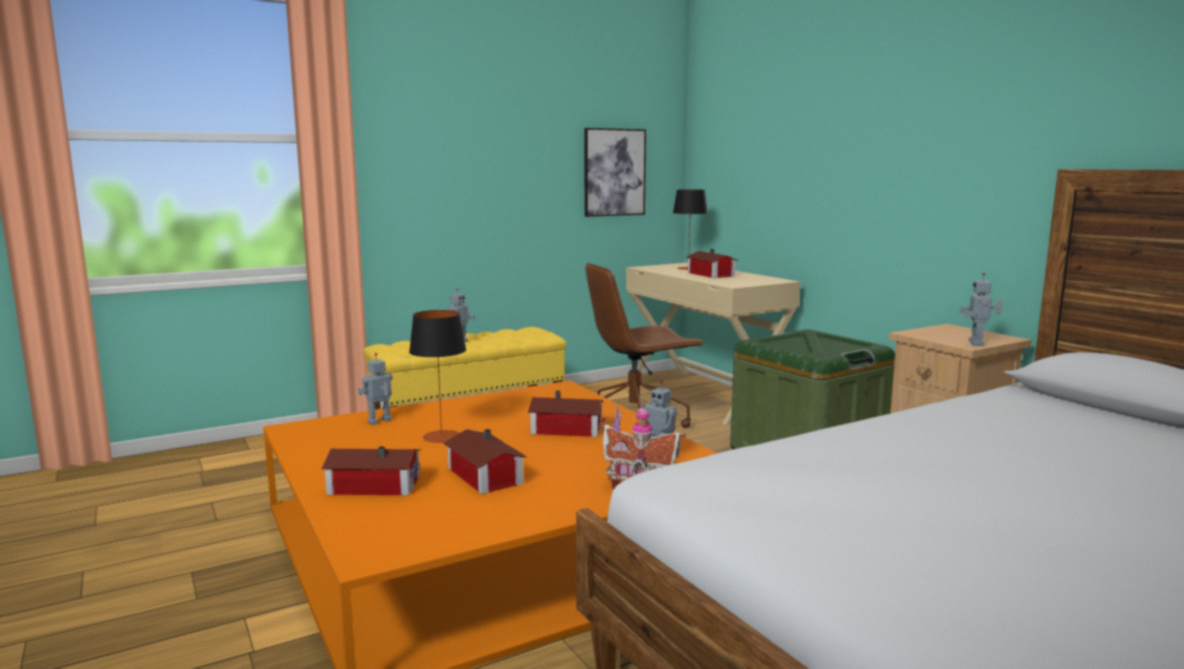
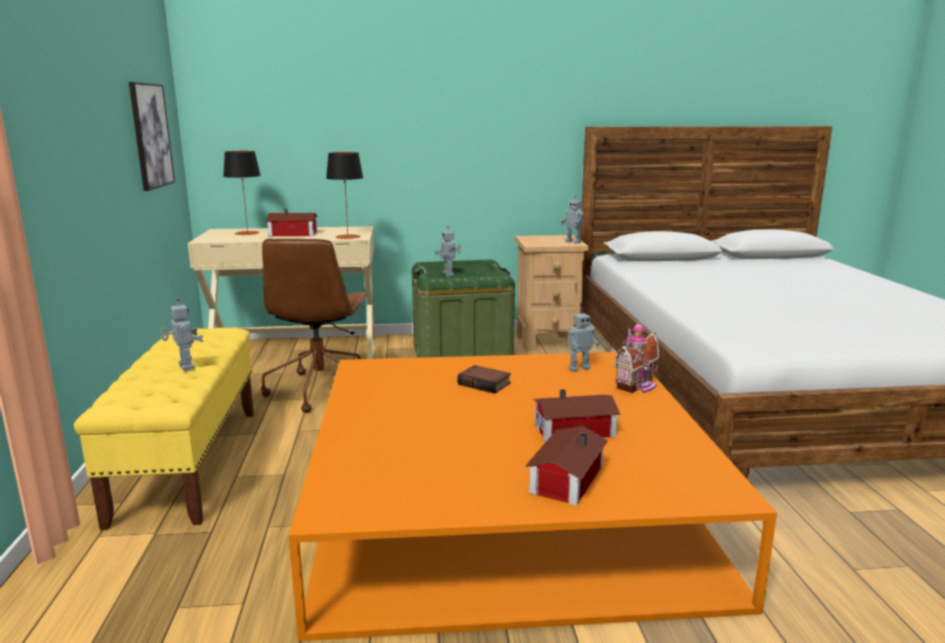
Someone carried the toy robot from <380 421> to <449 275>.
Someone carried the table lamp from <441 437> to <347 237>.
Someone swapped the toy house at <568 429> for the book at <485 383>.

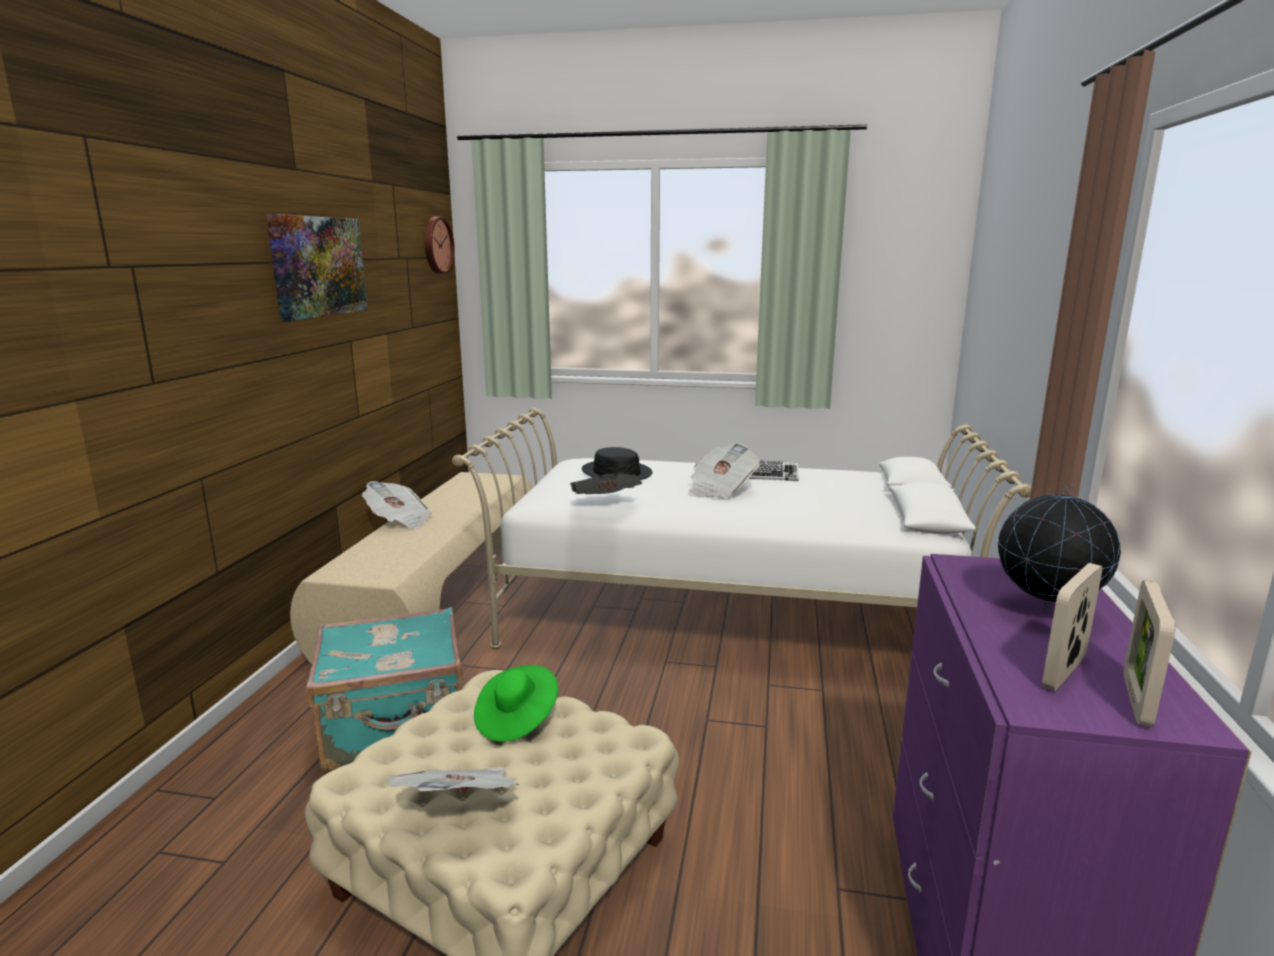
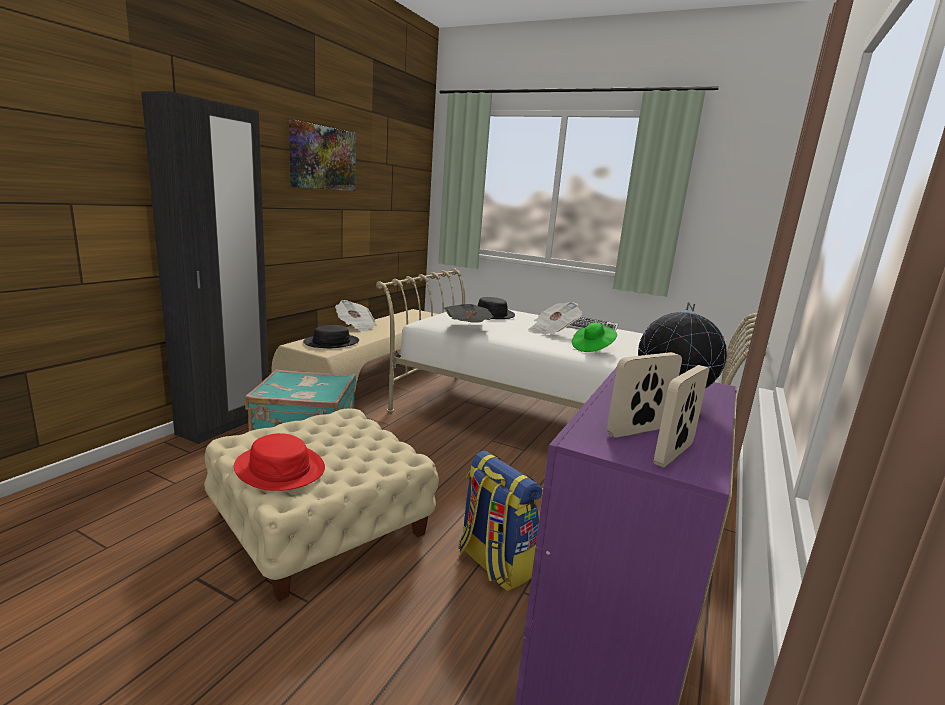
Someone swapped the newspaper at <461 807> for the hat in red at <280 468>.
Someone took away the wall clock at <436 245>.
Someone carried the hat in green from <516 719> to <592 348>.
Someone put down the wardrobe in black at <225 424>.
Someone put down the hat in black at <331 342>.
Someone put down the backpack at <494 563>.

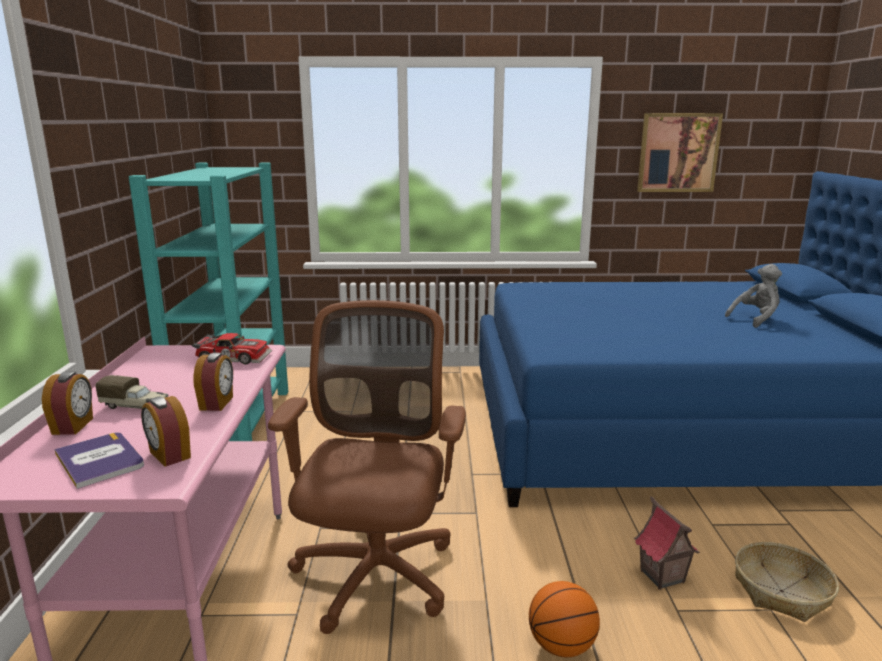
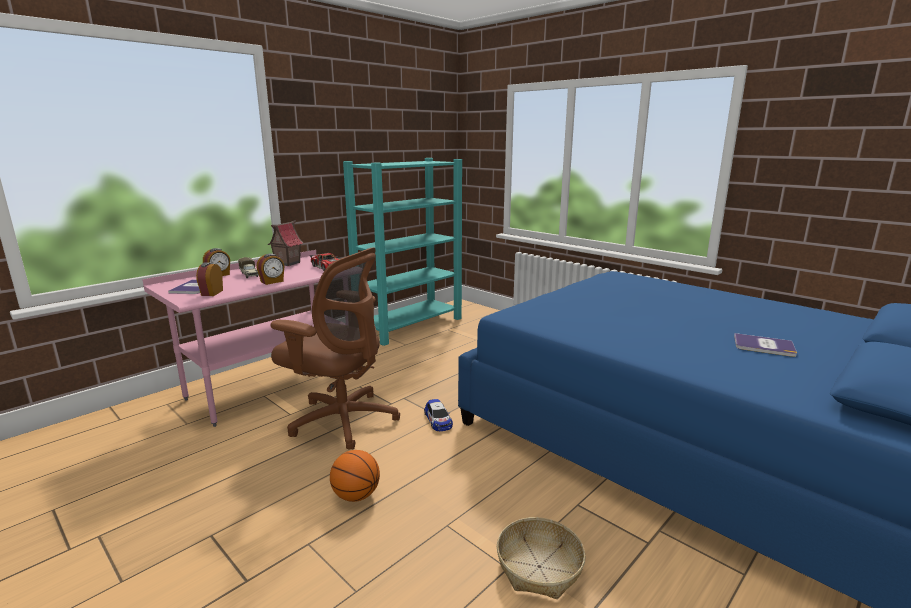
Someone rotated the office chair in brown at <375 583> by 60 degrees clockwise.
Someone carried the toy house from <661 576> to <287 263>.
Someone took away the picture at <678 152>.
Someone swapped the plush toy in grey at <755 319> for the book at <764 346>.
Someone put down the toy car at <438 420>.

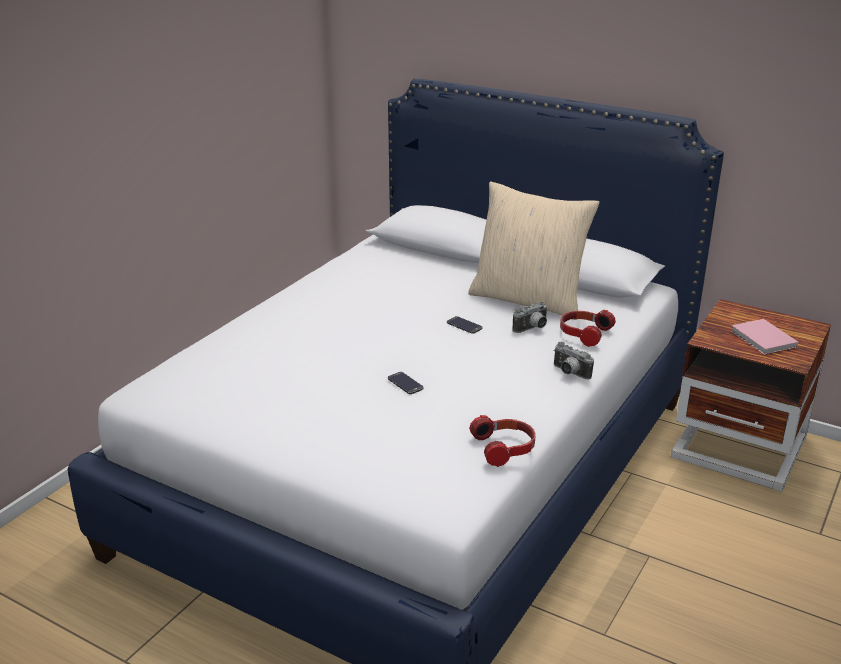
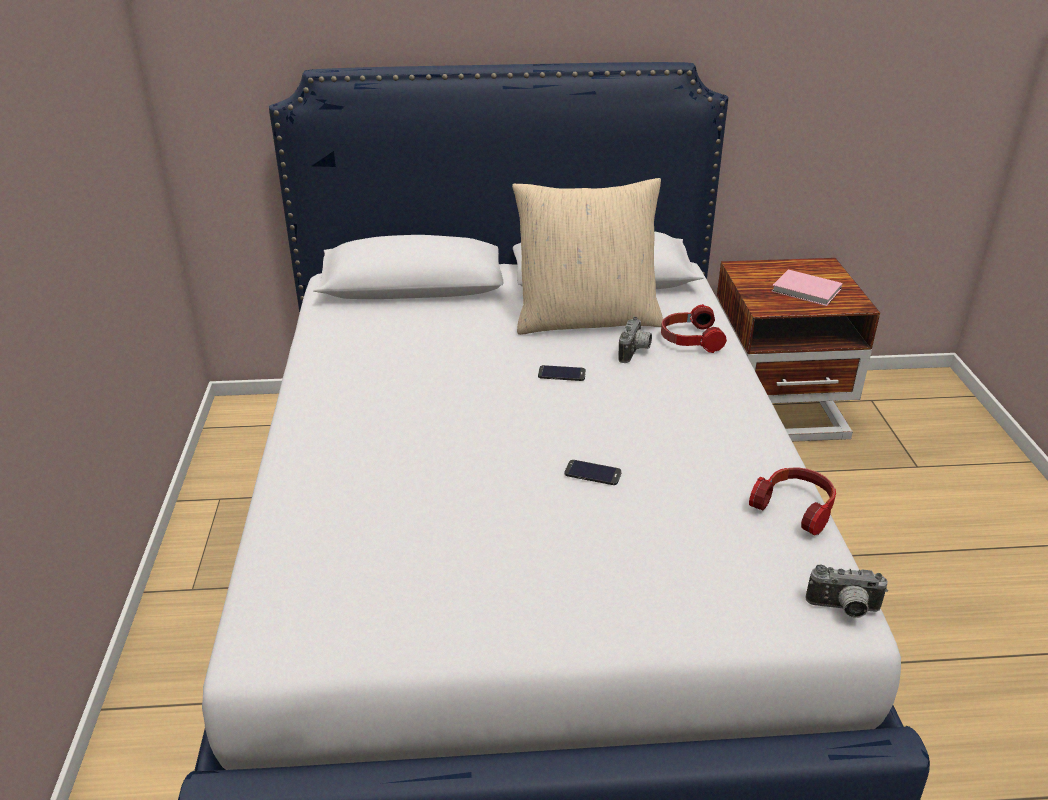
Someone carried the photo camera from <569 373> to <844 609>.

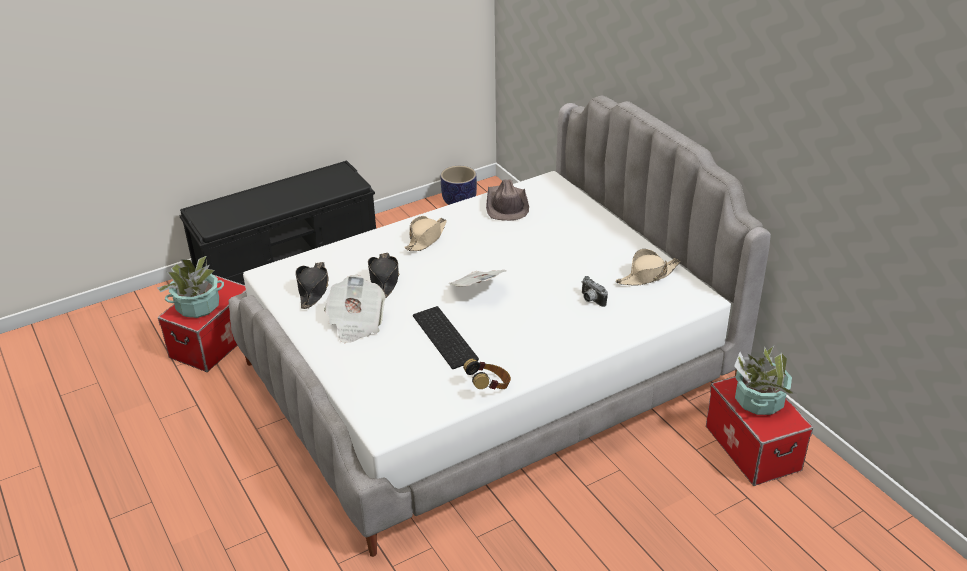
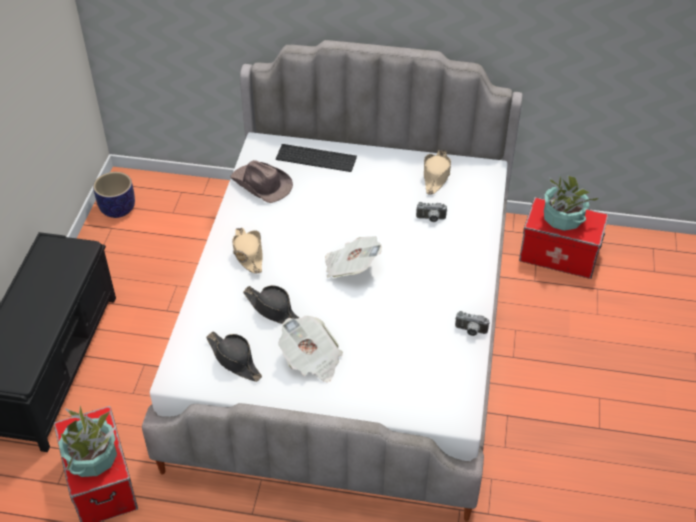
Someone carried the keyboard from <447 337> to <317 157>.
Someone swapped the headphones at <489 387> for the photo camera at <470 331>.

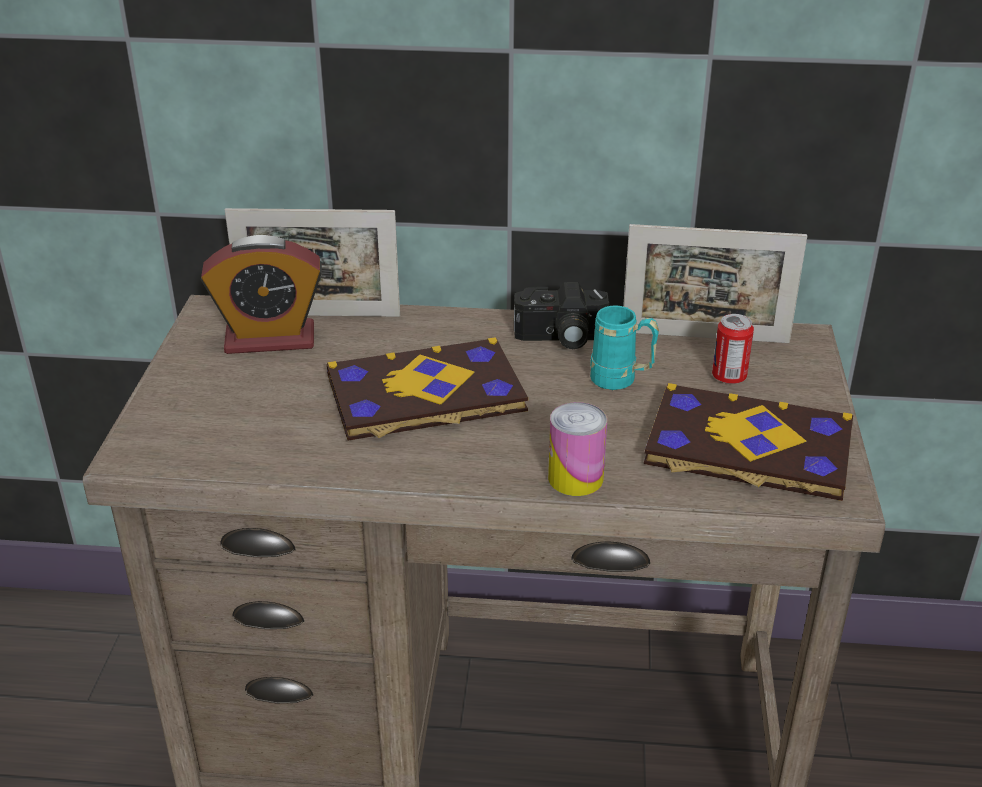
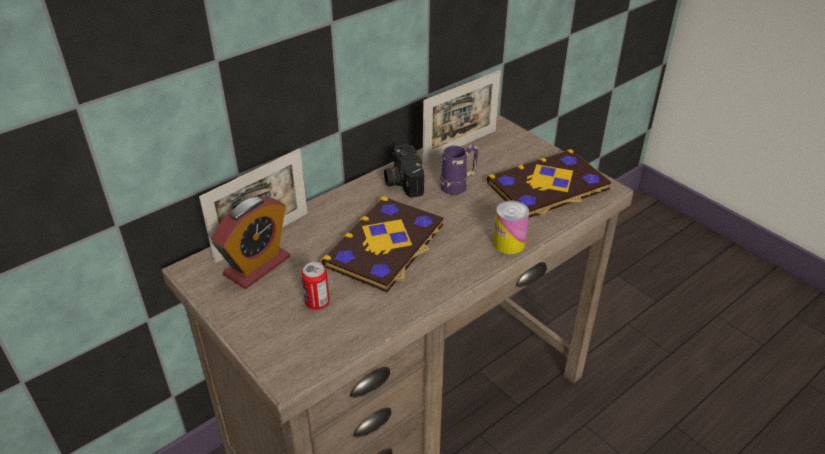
Someone rotated the photo camera at <560 338> by 120 degrees clockwise.
Someone repainted the mug in turquoise at <621 381>, which became the mug in purple at <458 186>.
Someone carried the can from <729 377> to <317 303>.

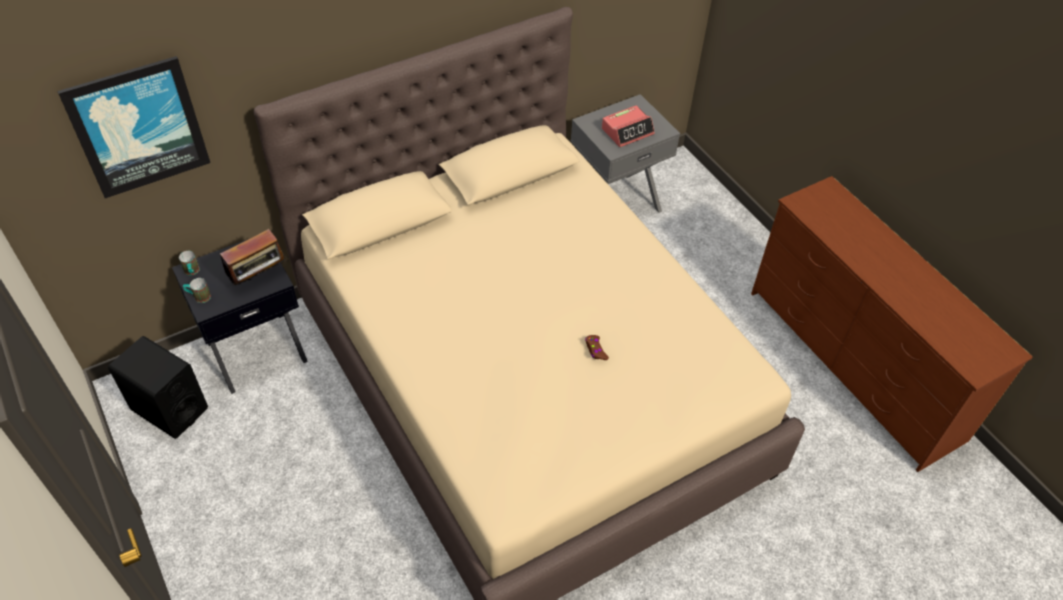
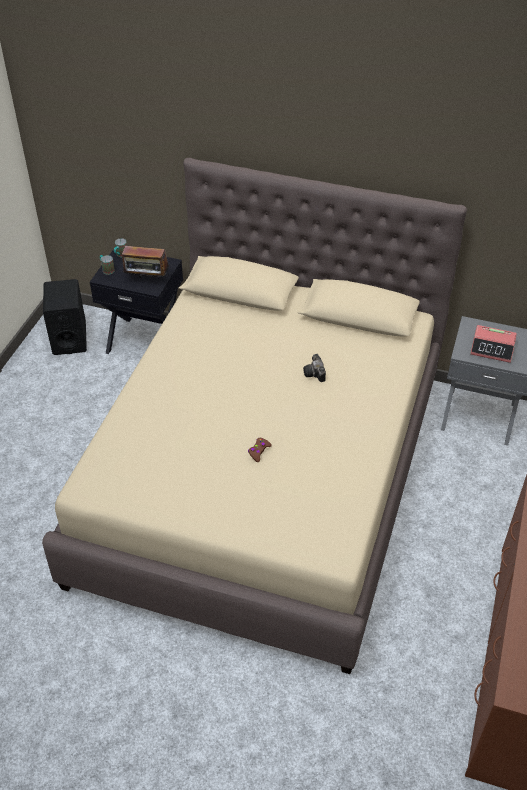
Someone took away the picture at <138 127>.
Someone put down the photo camera at <315 374>.

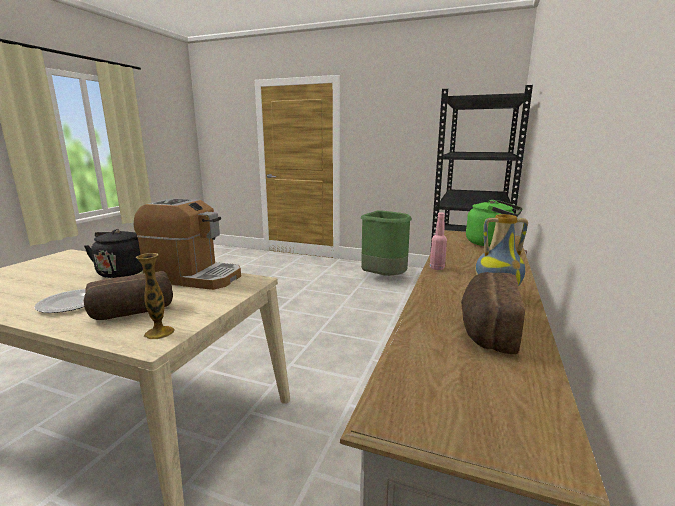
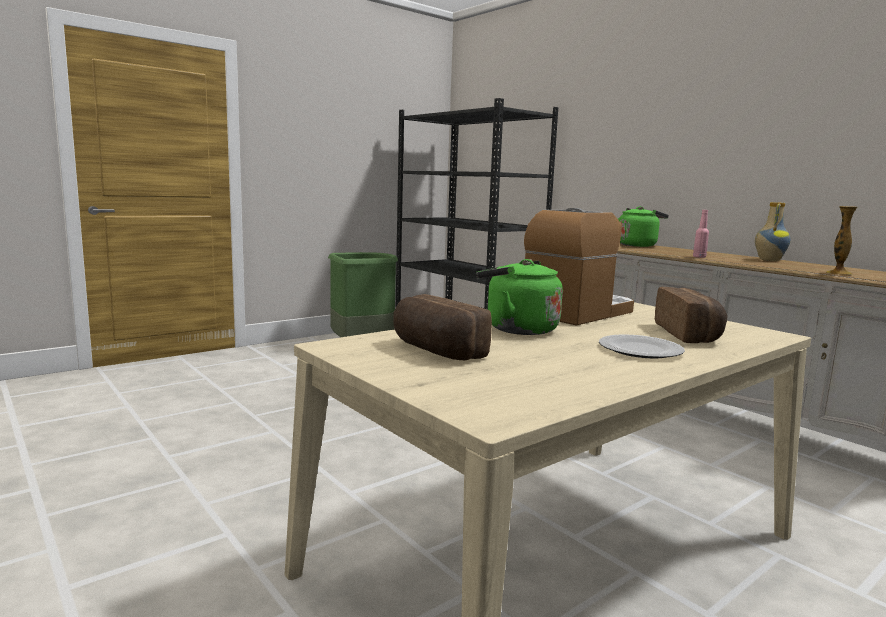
Someone repainted the kettle in black at <124 272>, which became the kettle in green at <516 329>.
Someone carried the vase from <159 333> to <838 273>.
Someone carried the bread from <486 328> to <435 351>.

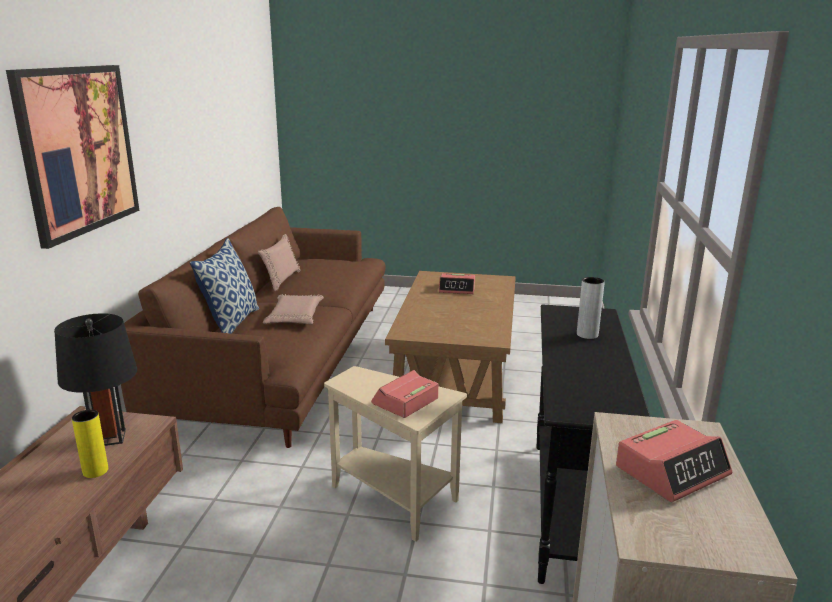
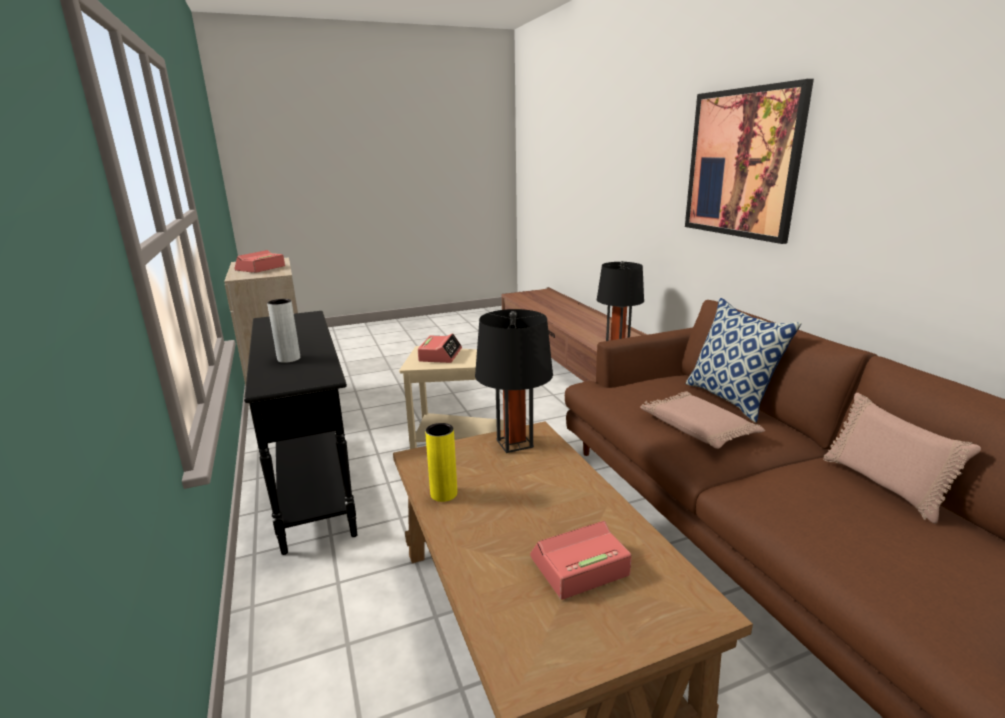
Someone carried the vase in yellow from <95 471> to <444 494>.
Someone put down the table lamp in black at <514 443>.

